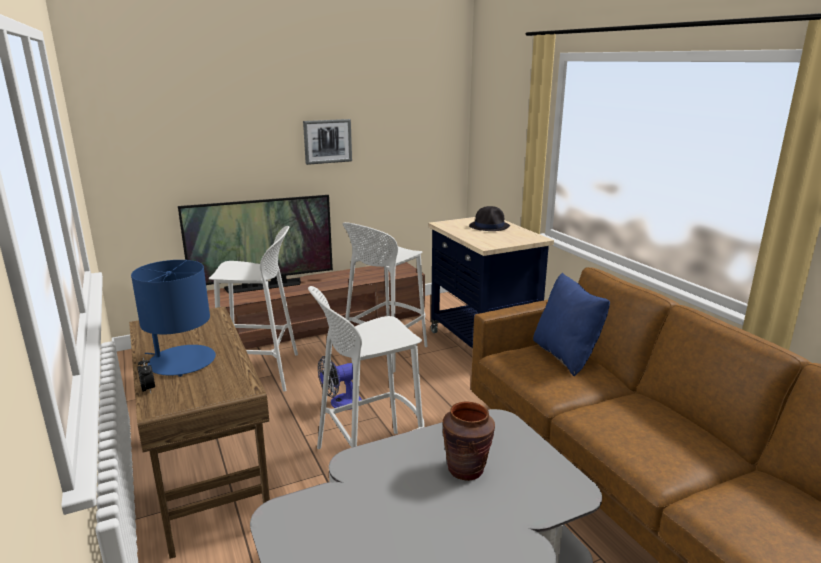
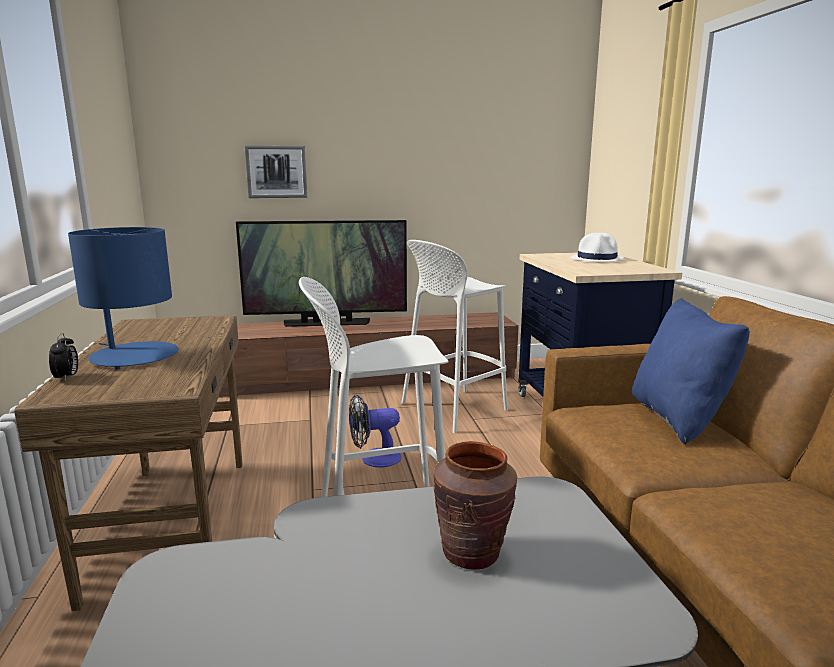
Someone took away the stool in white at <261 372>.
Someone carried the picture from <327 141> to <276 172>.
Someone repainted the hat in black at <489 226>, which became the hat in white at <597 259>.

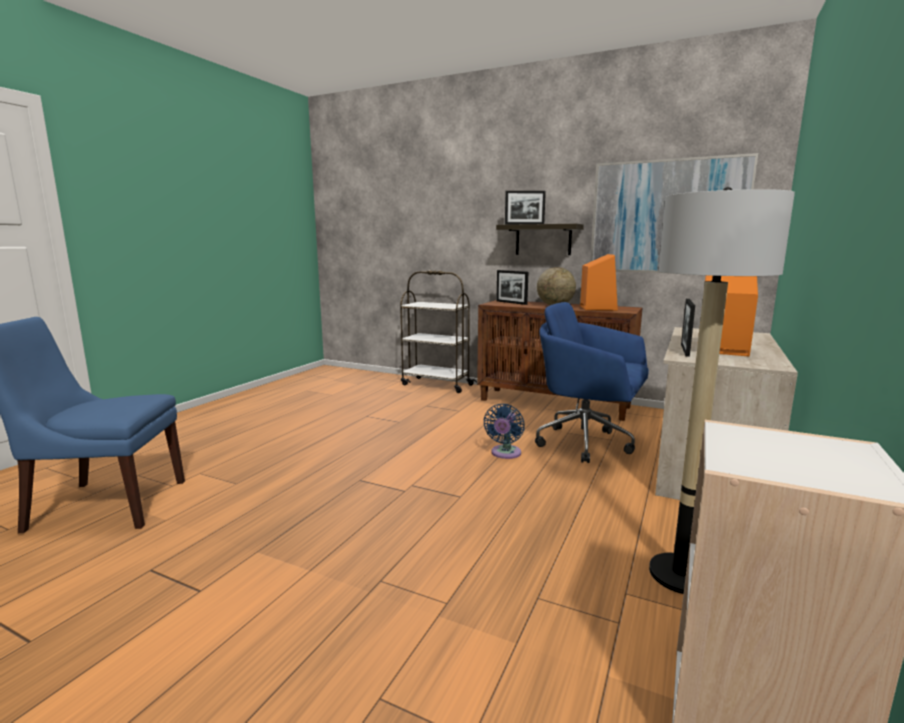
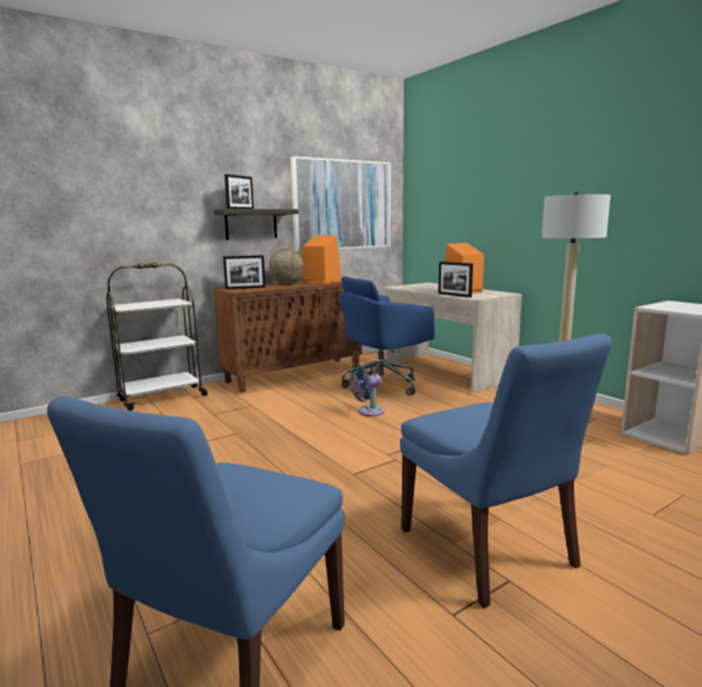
Someone rotated the fan in blue at <505 454> by 105 degrees clockwise.
Someone put down the chair in blue at <489 551>.

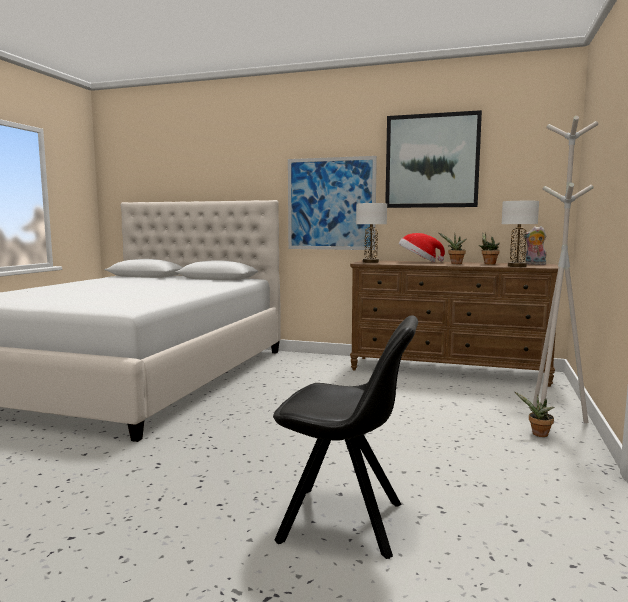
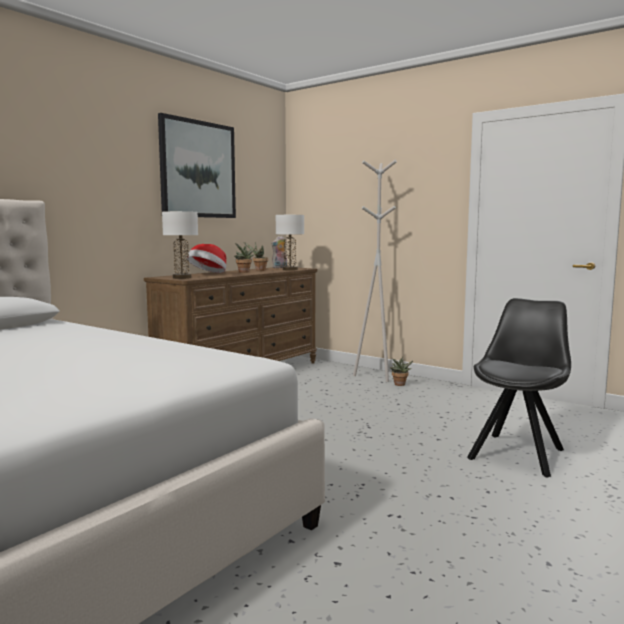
Someone took away the picture at <331 204>.

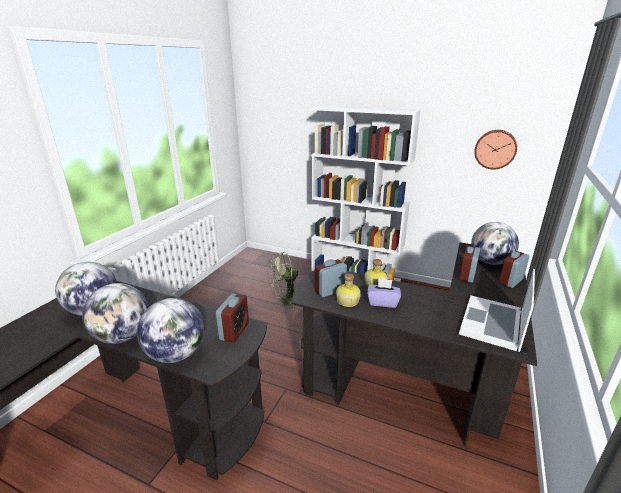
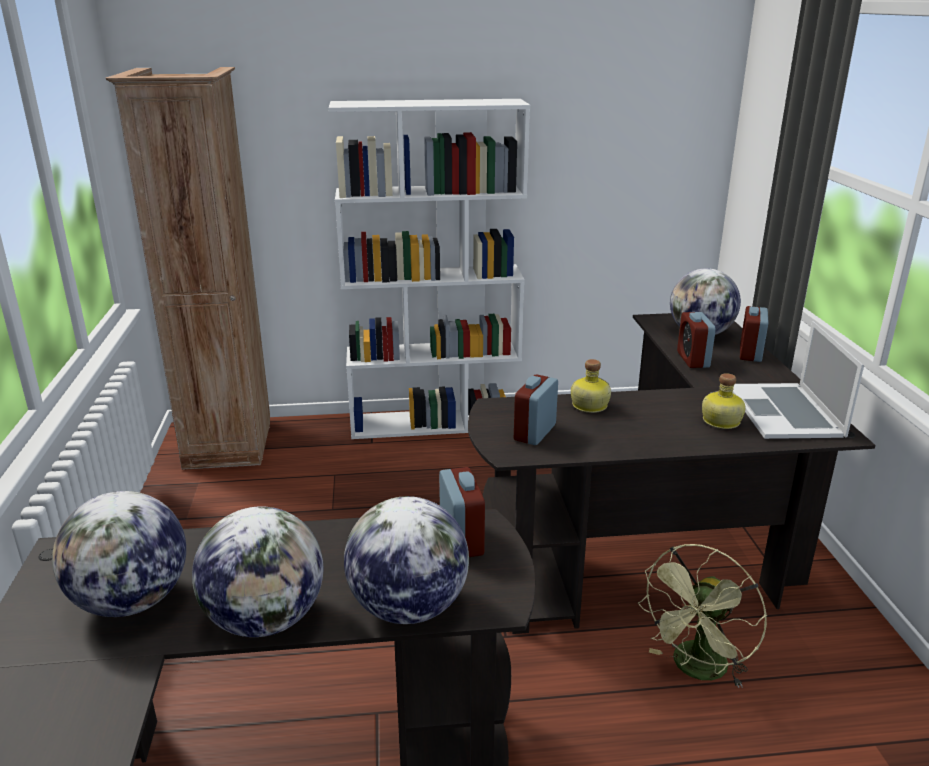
Someone carried the fan in green from <286 301> to <696 670>.
Someone carried the bottle from <347 301> to <720 421>.
Someone took away the tissue box in purple at <382 302>.
Someone took away the wall clock at <495 149>.
Someone put down the cabinet in brown at <229 444>.

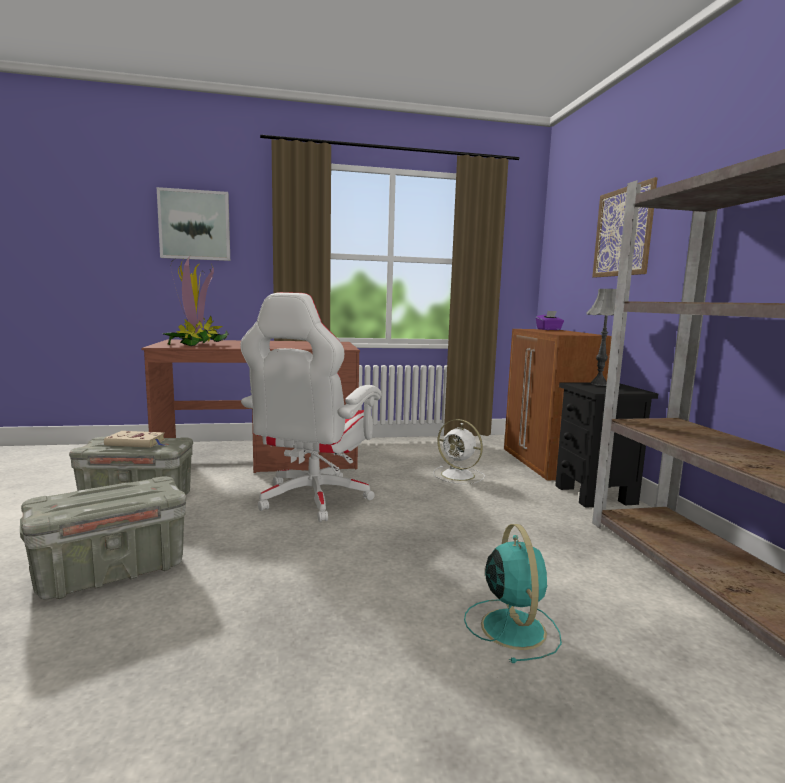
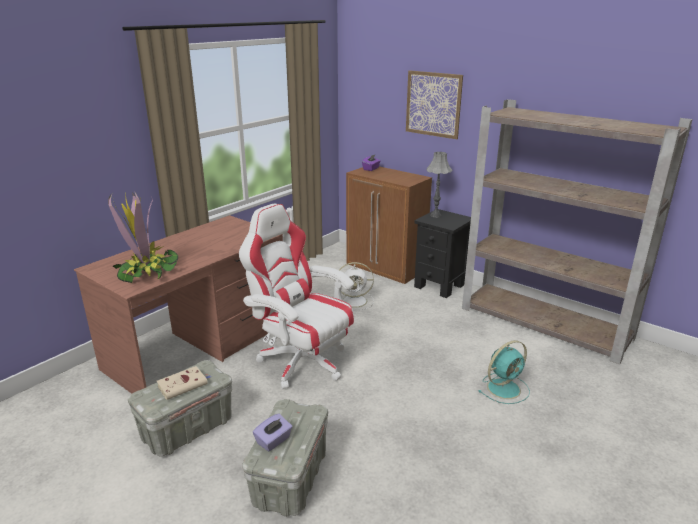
Someone took away the picture at <195 225>.
Someone rotated the office chair in white at <314 497> by 150 degrees clockwise.
Someone rotated the fan in turquoise at <512 626> by 105 degrees clockwise.
Someone put down the tissue box in purple at <273 441>.

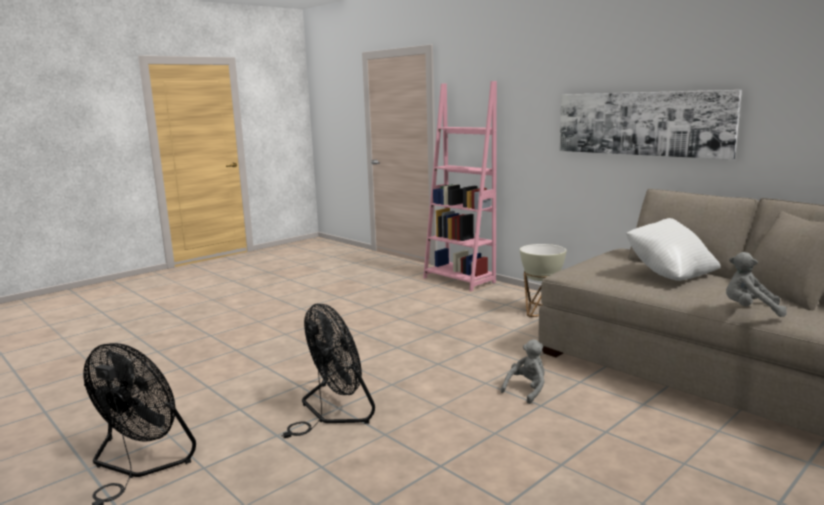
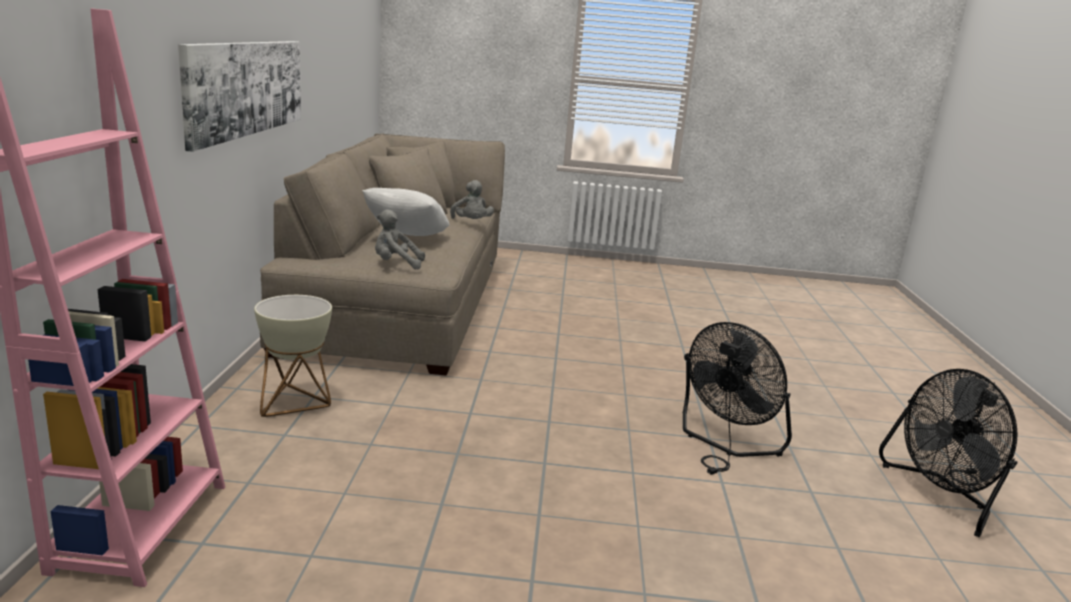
Someone rotated the fan in black at <327 410> by 120 degrees clockwise.
Someone carried the plush toy in grey from <527 390> to <396 264>.

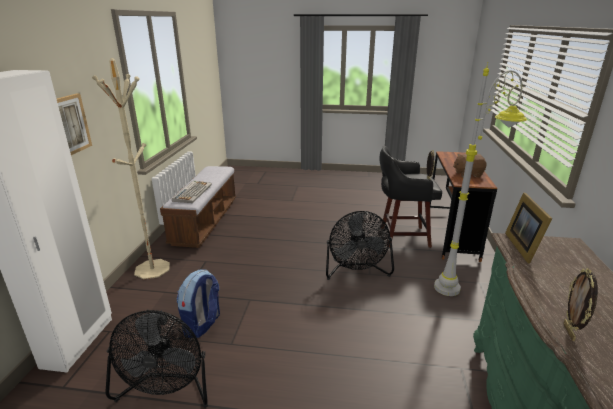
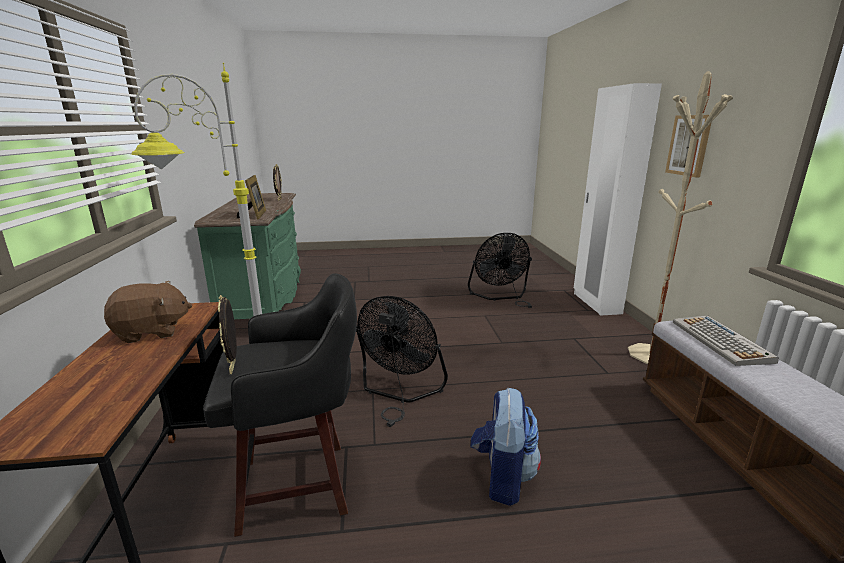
Someone carried the backpack from <202 325> to <502 477>.
Someone rotated the fan in black at <354 270> by 45 degrees clockwise.

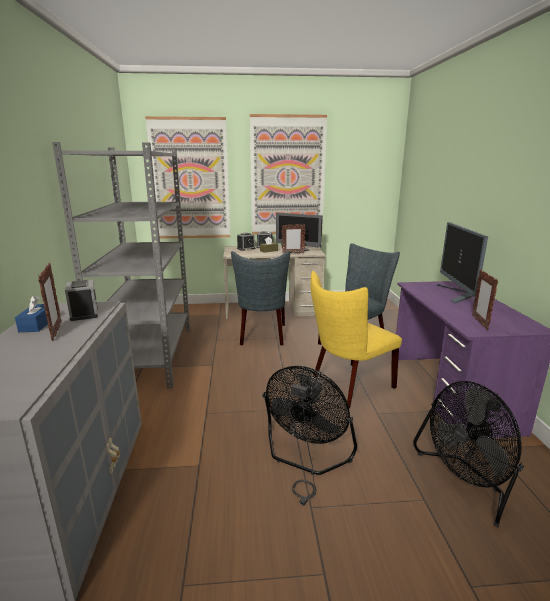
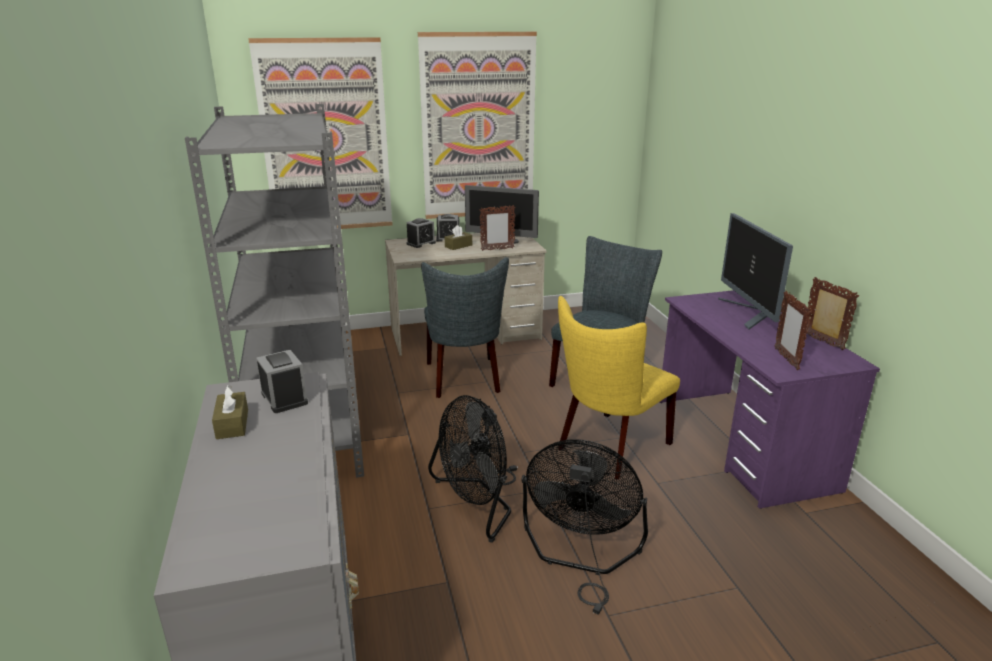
Someone repainted the tissue box in blue at <37 324>, which became the tissue box in brown at <232 424>.
Someone carried the picture frame from <56 331> to <822 342>.
Someone carried the fan in black from <465 477> to <479 500>.

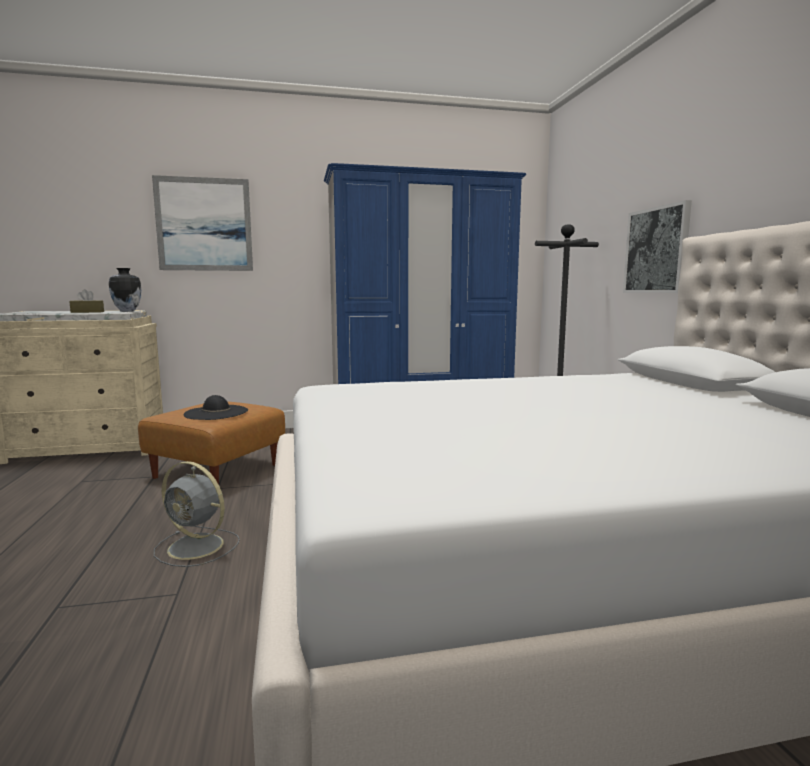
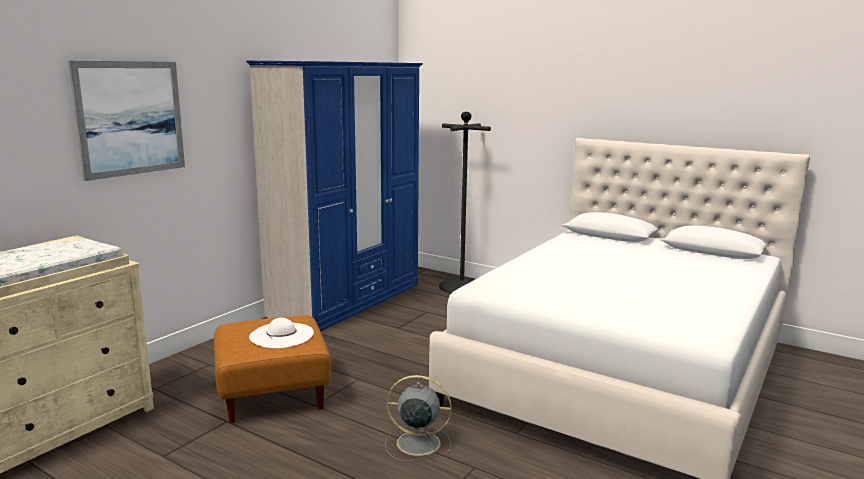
Someone took away the tissue box in brown at <87 312>.
Someone took away the vase at <126 311>.
Someone rotated the fan in grey at <198 547> by 150 degrees counterclockwise.
Someone repainted the hat in black at <216 412>, which became the hat in white at <281 335>.
Someone took away the picture at <657 250>.

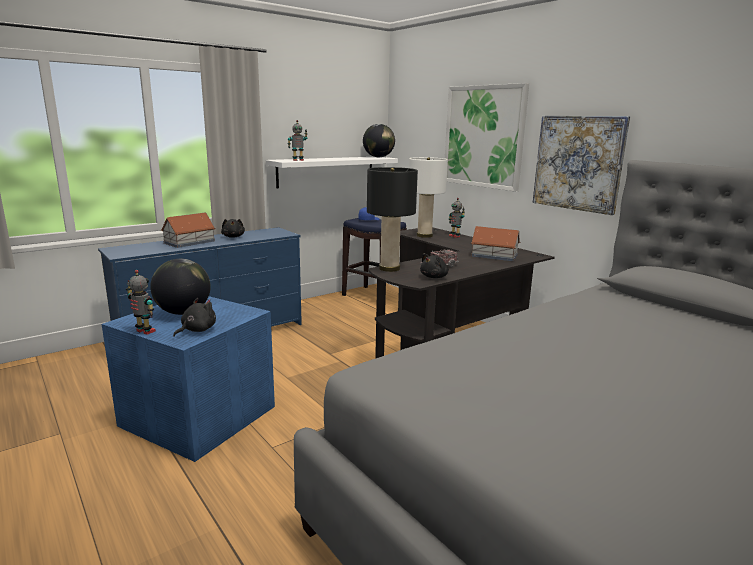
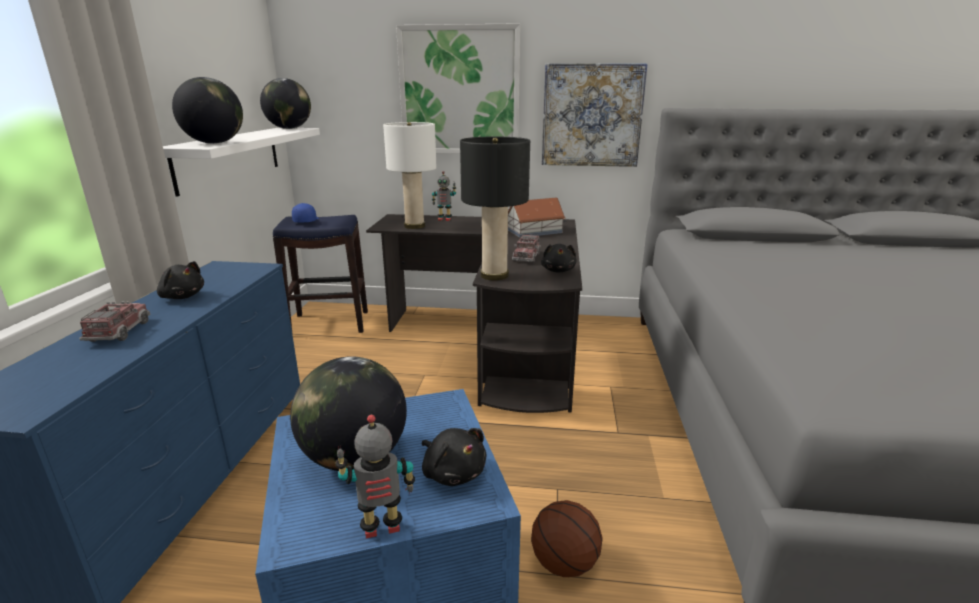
Someone swapped the toy house at <189 242> for the toy truck at <119 331>.
Someone rotated the plush toy in black at <197 330> by 150 degrees clockwise.
Someone swapped the toy robot at <298 160> for the globe at <214 143>.
Someone put down the basketball at <565 563>.

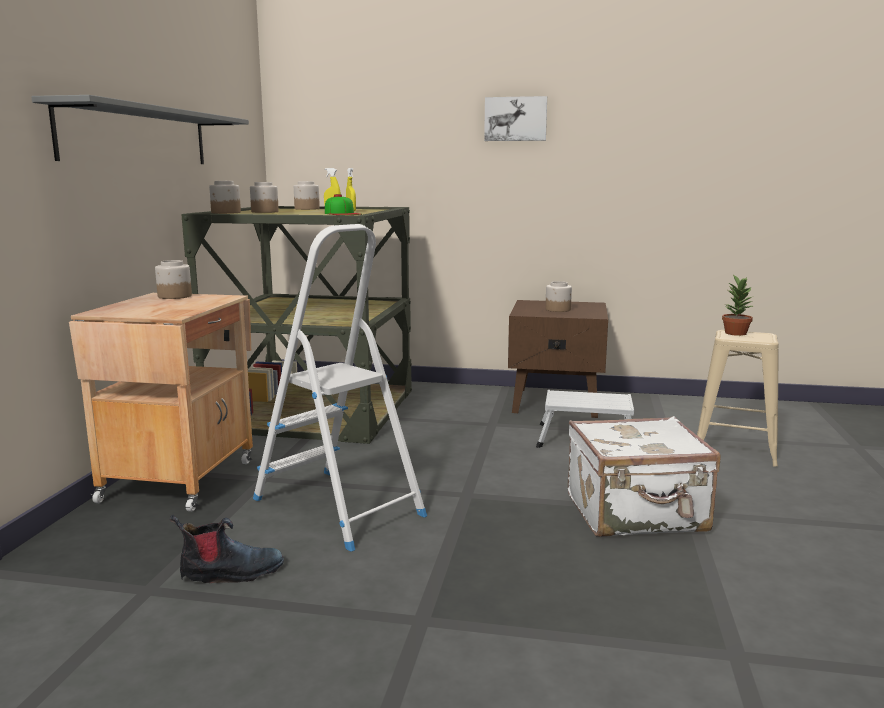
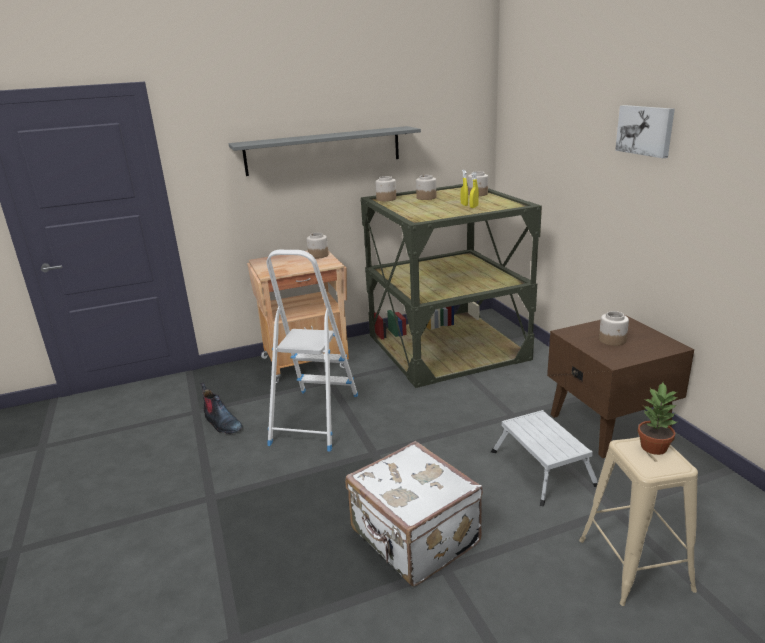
Someone took away the cap at <342 214>.

